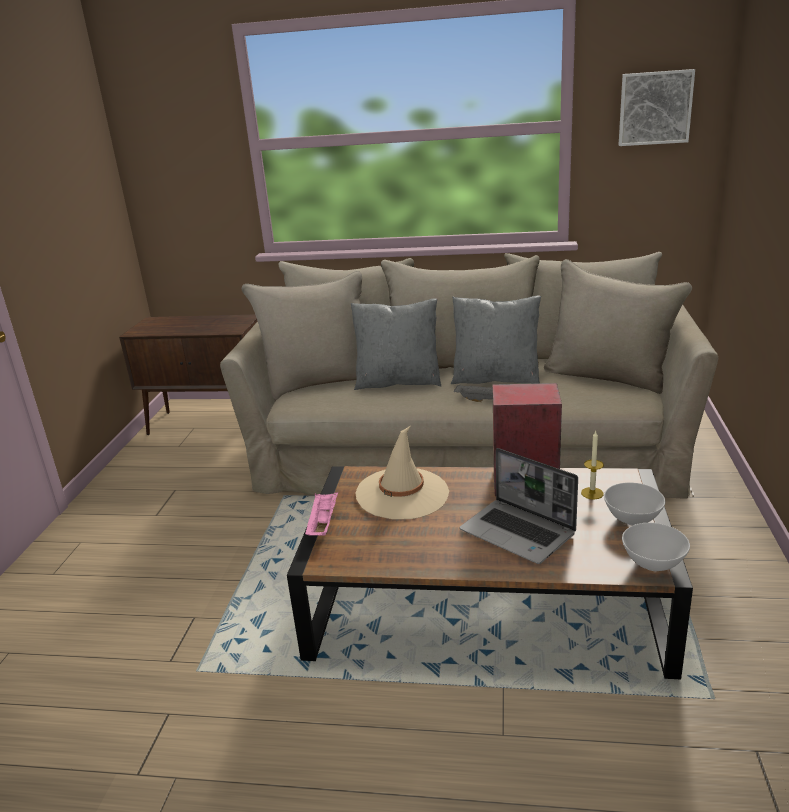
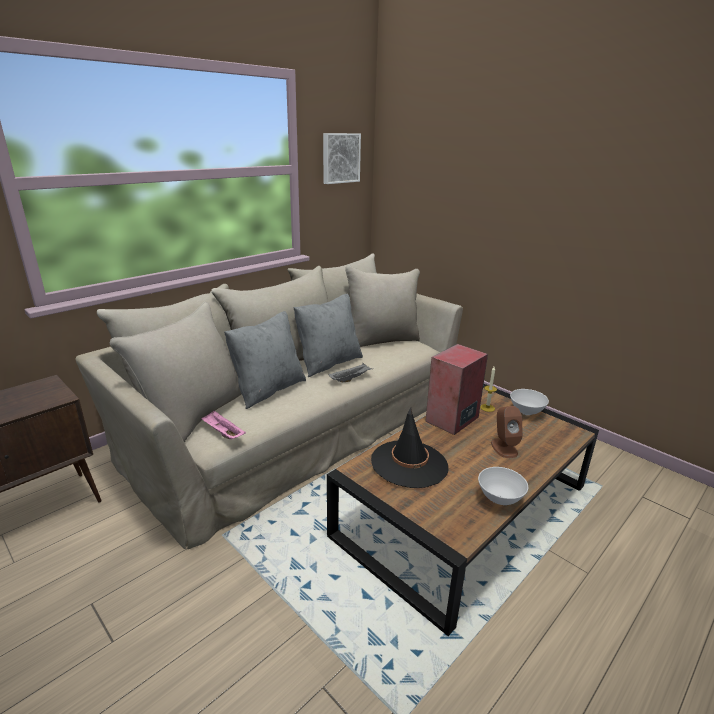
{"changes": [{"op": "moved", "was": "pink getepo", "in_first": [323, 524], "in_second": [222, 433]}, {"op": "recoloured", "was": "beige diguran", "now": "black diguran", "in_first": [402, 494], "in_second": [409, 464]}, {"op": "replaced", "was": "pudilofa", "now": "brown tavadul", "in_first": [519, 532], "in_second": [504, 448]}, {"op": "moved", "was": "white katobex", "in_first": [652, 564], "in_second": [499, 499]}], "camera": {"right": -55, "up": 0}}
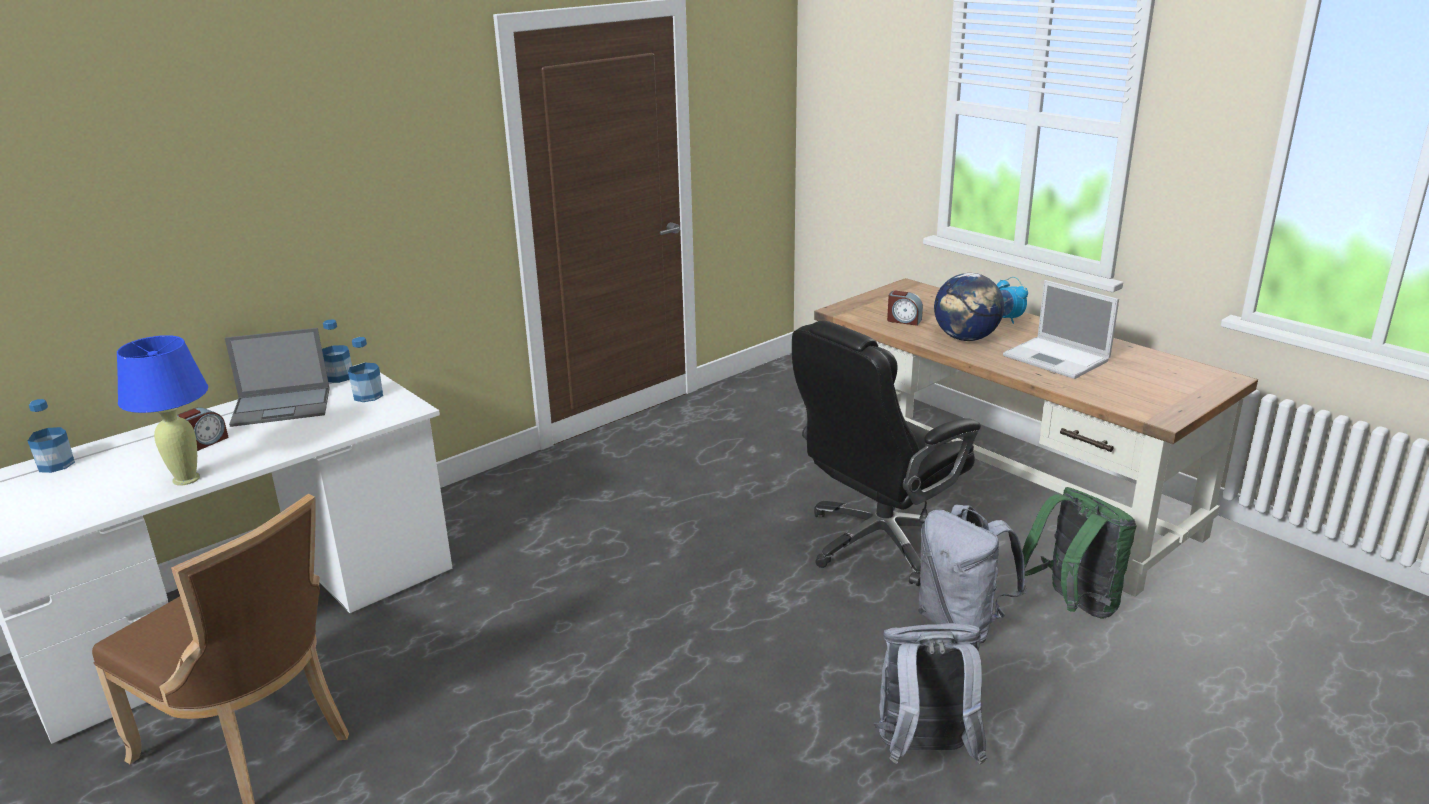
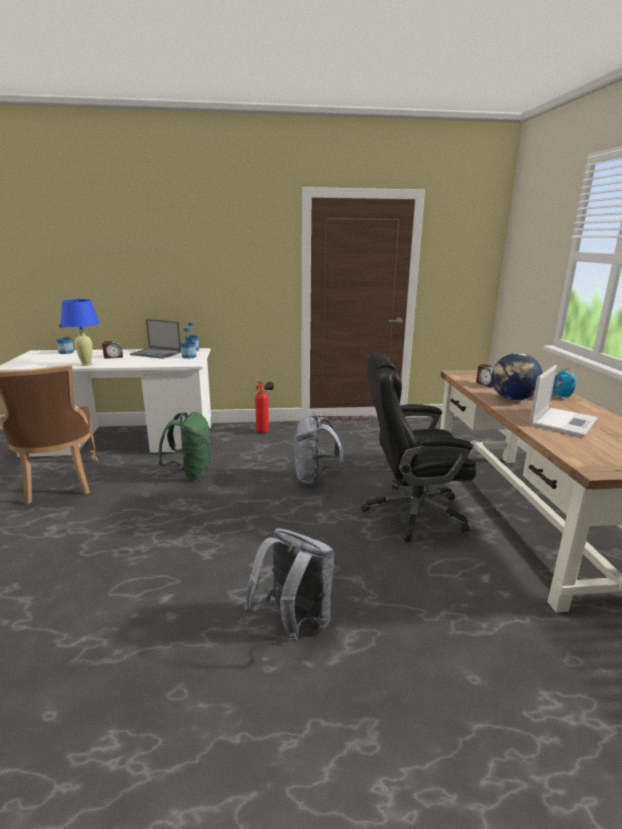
{"changes": [{"op": "moved", "was": "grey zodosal", "in_first": [961, 624], "in_second": [315, 479]}, {"op": "turned", "was": "pudilofa", "in_first": [1058, 358], "in_second": [563, 421], "clockwise": -135}, {"op": "moved", "was": "green zodosal", "in_first": [1072, 605], "in_second": [190, 473]}, {"op": "added", "now": "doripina", "in_second": [264, 431]}], "camera": {"right": 35, "up": -5}}
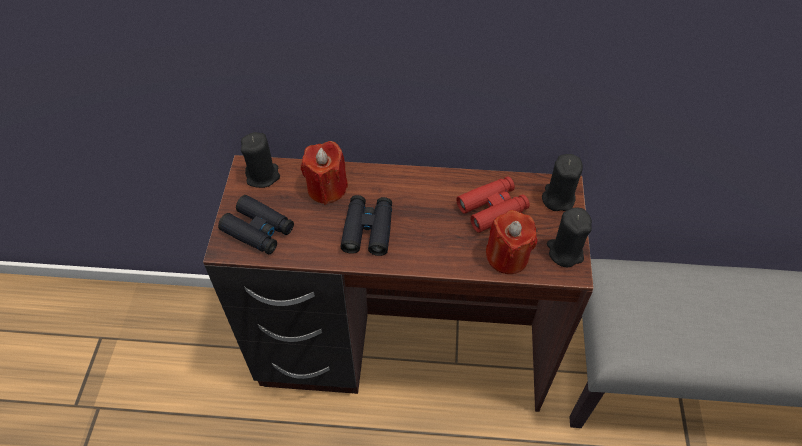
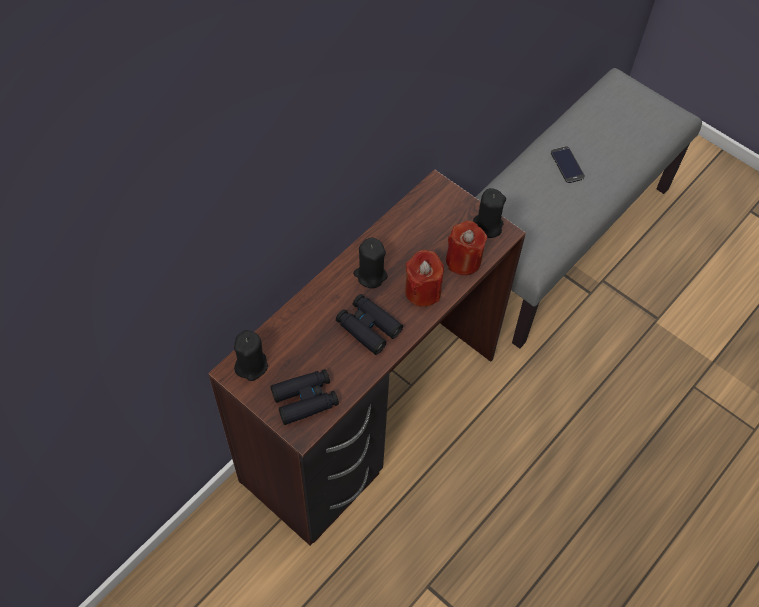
{"changes": [{"op": "moved", "was": "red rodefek", "in_first": [327, 188], "in_second": [422, 291]}, {"op": "removed", "was": "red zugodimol", "in_first": [492, 208]}, {"op": "moved", "was": "black rodefek", "in_first": [558, 198], "in_second": [370, 275]}, {"op": "added", "now": "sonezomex", "in_second": [567, 165]}], "camera": {"right": -55, "up": 5}}
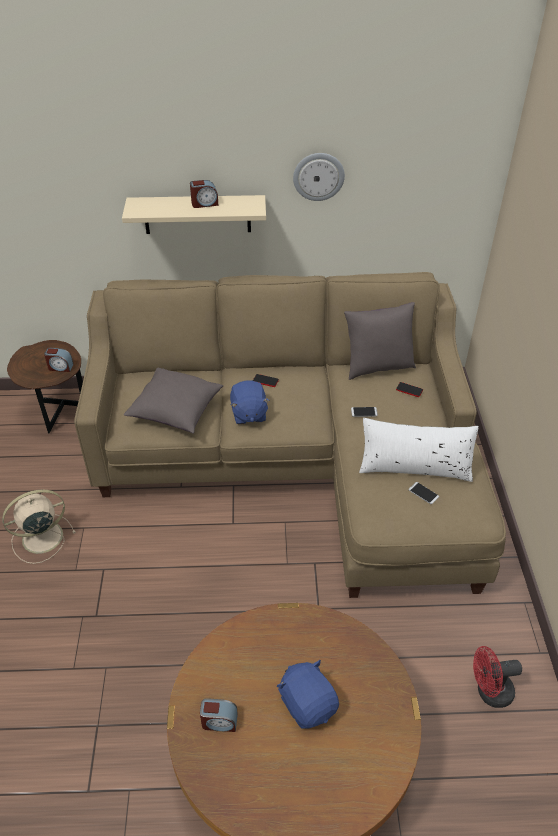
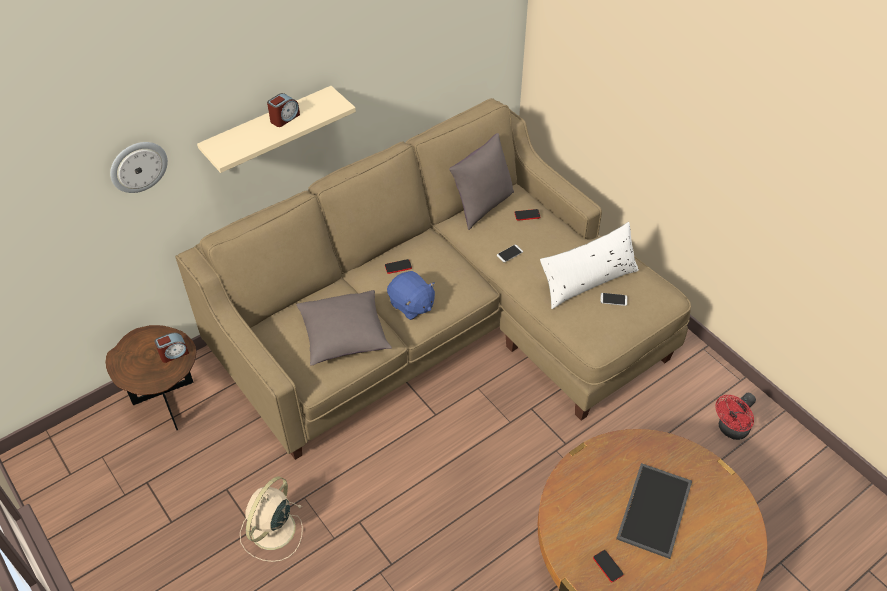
{"changes": [{"op": "replaced", "was": "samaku", "now": "sonezomex", "in_first": [219, 722], "in_second": [608, 566]}, {"op": "replaced", "was": "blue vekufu", "now": "getepo", "in_first": [308, 703], "in_second": [656, 511]}, {"op": "moved", "was": "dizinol", "in_first": [318, 176], "in_second": [138, 166]}], "camera": {"right": -35, "up": 5}}
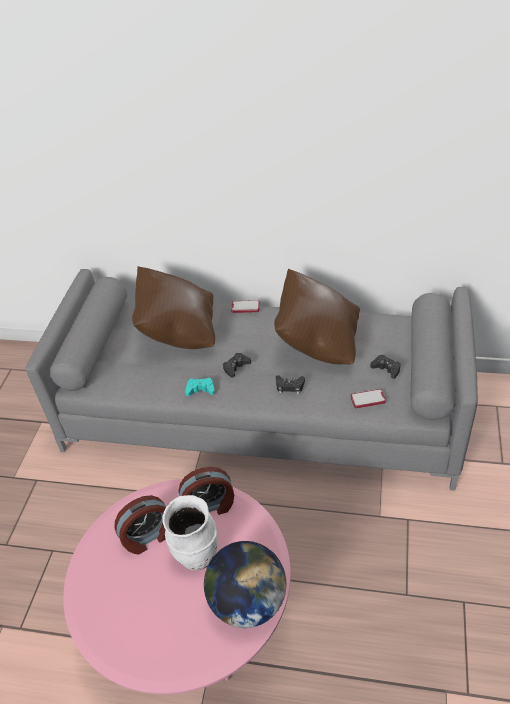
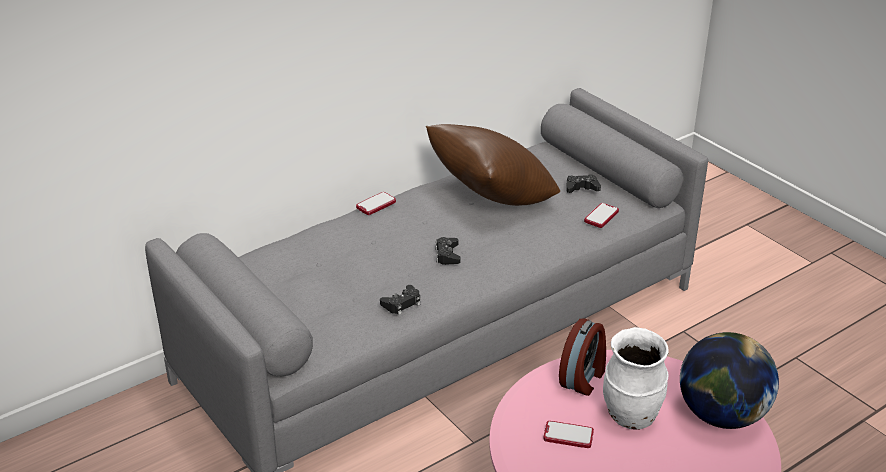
{"changes": [{"op": "replaced", "was": "samaku", "now": "sonezomex", "in_first": [148, 537], "in_second": [568, 436]}, {"op": "removed", "was": "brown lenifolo", "in_first": [179, 332]}, {"op": "removed", "was": "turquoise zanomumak", "in_first": [200, 389]}, {"op": "moved", "was": "black zanomumak", "in_first": [289, 386], "in_second": [402, 304]}], "camera": {"right": -50, "up": -10}}
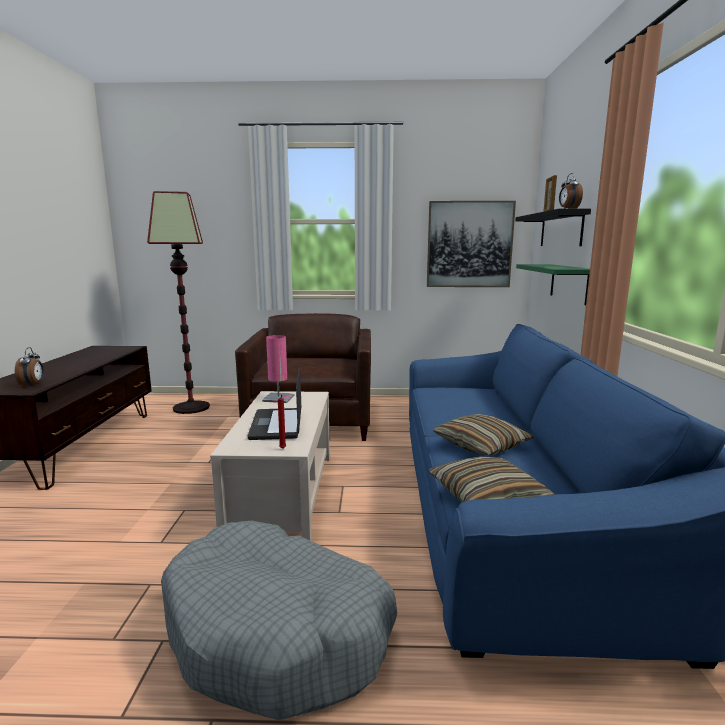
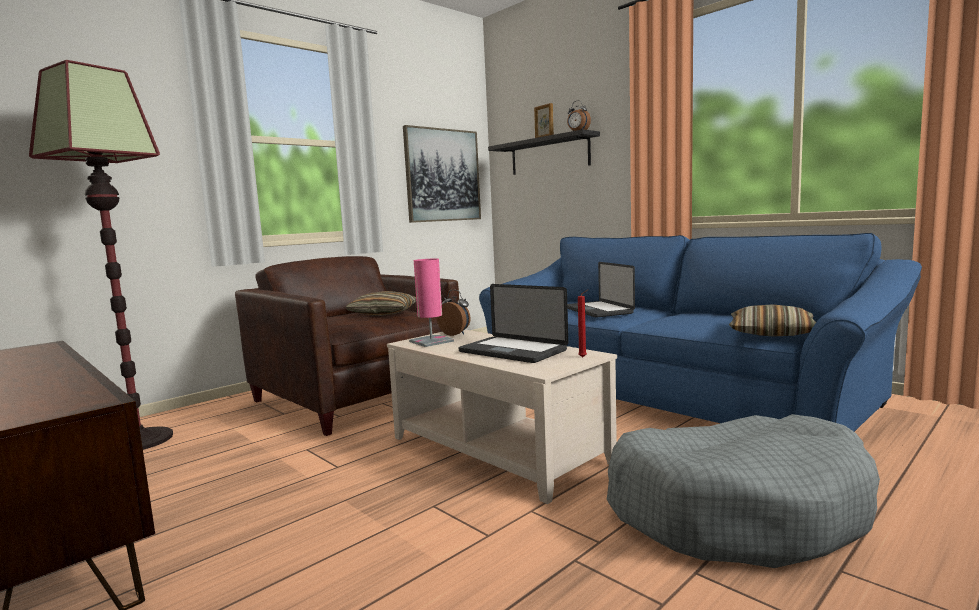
{"changes": [{"op": "moved", "was": "samaku", "in_first": [33, 384], "in_second": [456, 334]}, {"op": "moved", "was": "lenifolo", "in_first": [481, 445], "in_second": [384, 313]}, {"op": "removed", "was": "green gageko", "in_first": [569, 283]}, {"op": "added", "now": "pudilofa", "in_second": [598, 310]}], "camera": {"right": -45, "up": -5}}
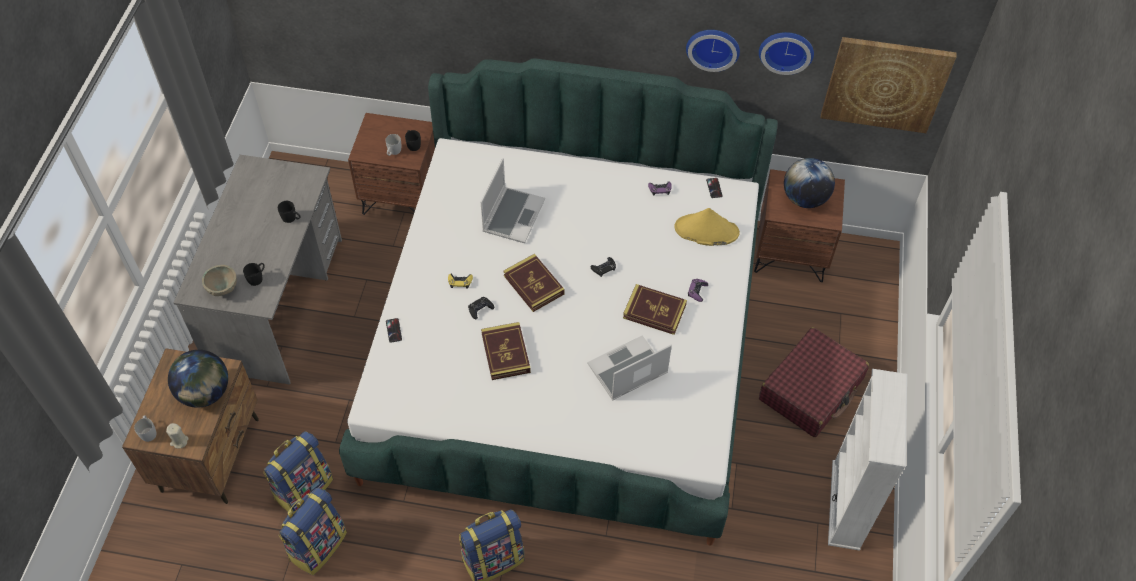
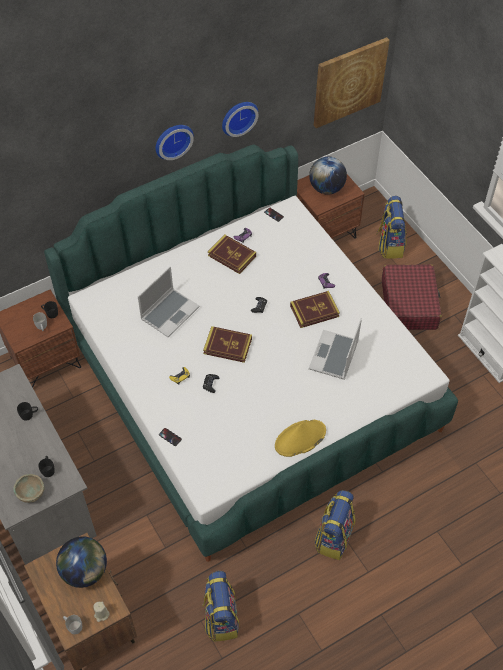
{"changes": [{"op": "moved", "was": "zodosal", "in_first": [303, 488], "in_second": [389, 244]}, {"op": "turned", "was": "pudilofa", "in_first": [513, 215], "in_second": [170, 312], "clockwise": 60}, {"op": "moved", "was": "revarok", "in_first": [505, 353], "in_second": [232, 256]}, {"op": "moved", "was": "yellow diguran", "in_first": [706, 230], "in_second": [300, 438]}, {"op": "moved", "was": "dizinol", "in_first": [786, 49], "in_second": [172, 139]}], "camera": {"right": -40, "up": 0}}
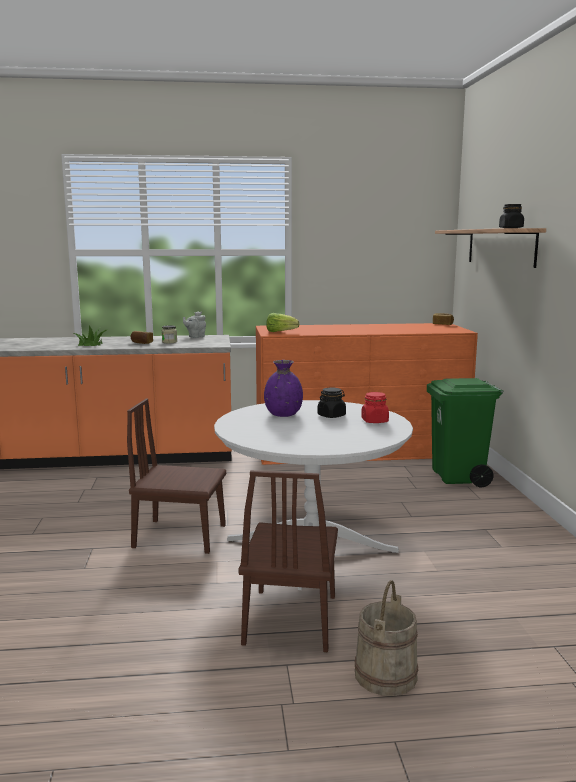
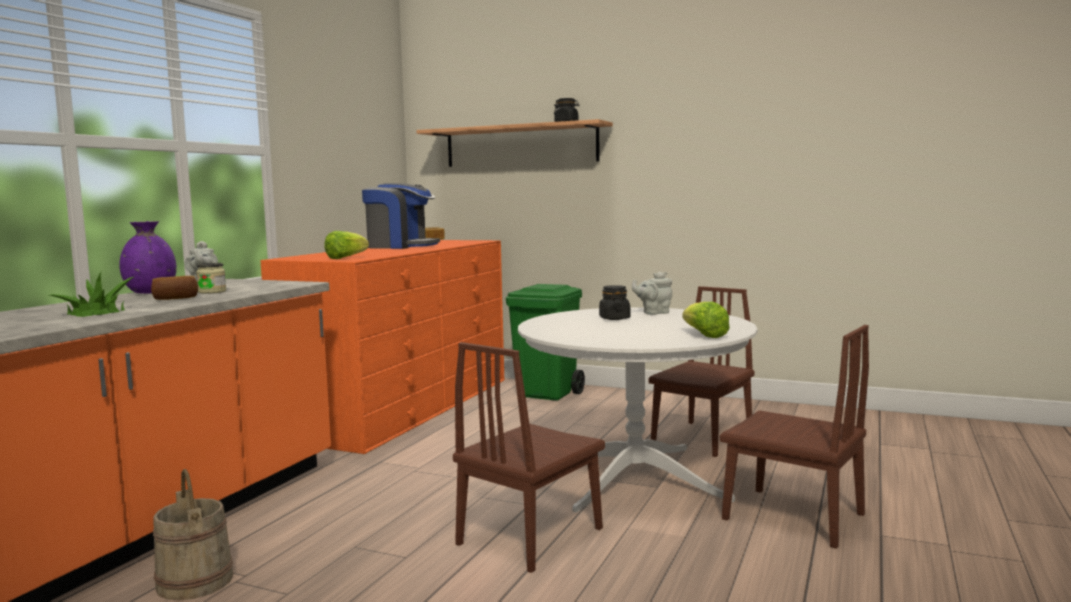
{"changes": [{"op": "moved", "was": "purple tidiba", "in_first": [283, 415], "in_second": [151, 292]}, {"op": "moved", "was": "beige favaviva", "in_first": [385, 674], "in_second": [194, 581]}, {"op": "replaced", "was": "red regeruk", "now": "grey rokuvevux", "in_first": [374, 421], "in_second": [654, 313]}, {"op": "added", "now": "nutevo", "in_second": [401, 246]}, {"op": "added", "now": "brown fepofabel", "in_second": [702, 438]}, {"op": "added", "now": "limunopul", "in_second": [704, 335]}], "camera": {"right": -60, "up": -5}}
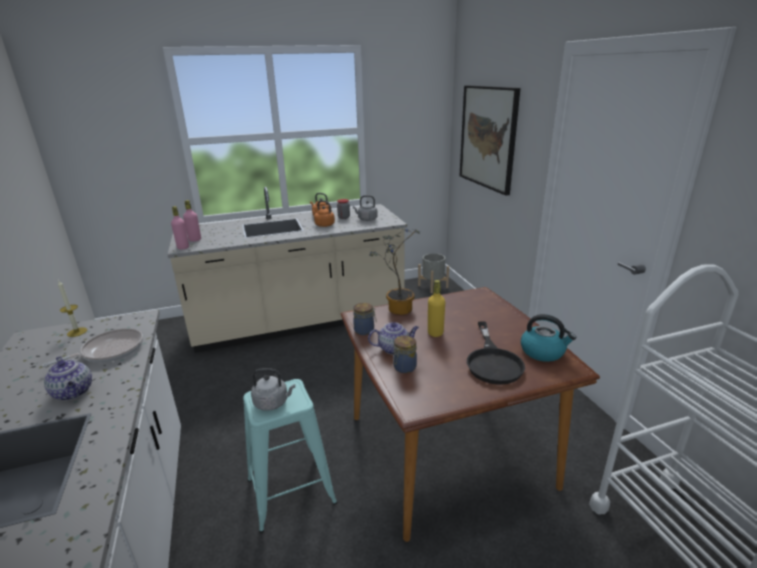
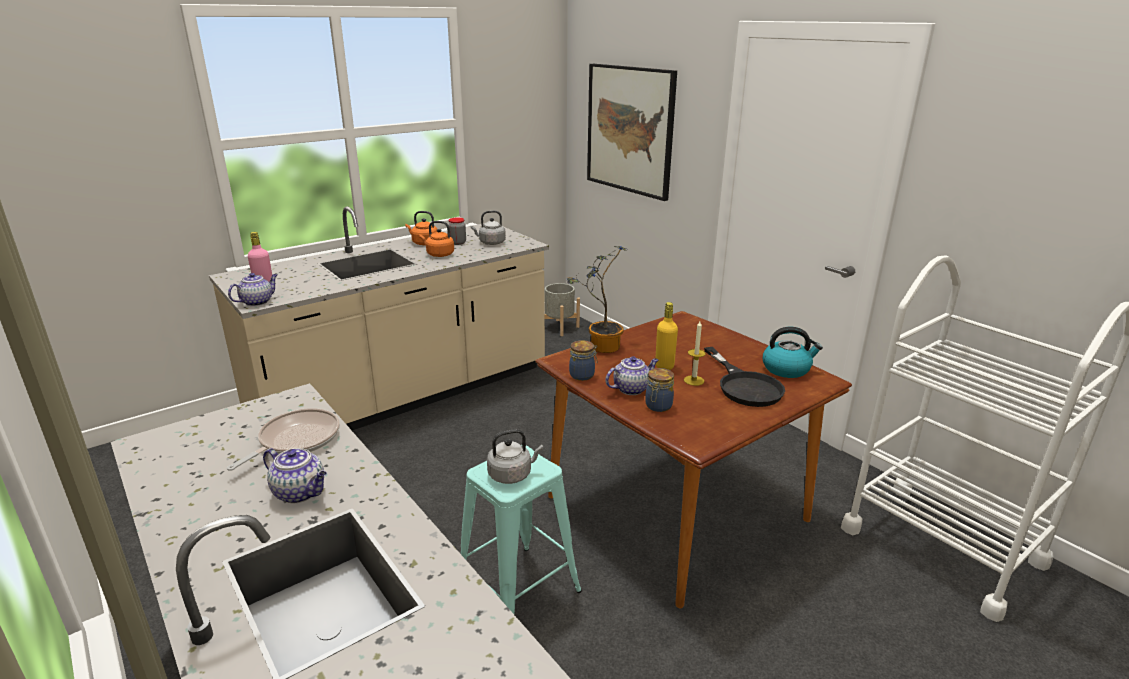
{"changes": [{"op": "moved", "was": "rodefek", "in_first": [77, 332], "in_second": [694, 380]}, {"op": "replaced", "was": "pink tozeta", "now": "rokuvevux", "in_first": [183, 247], "in_second": [257, 302]}], "camera": {"right": -20, "up": 0}}
